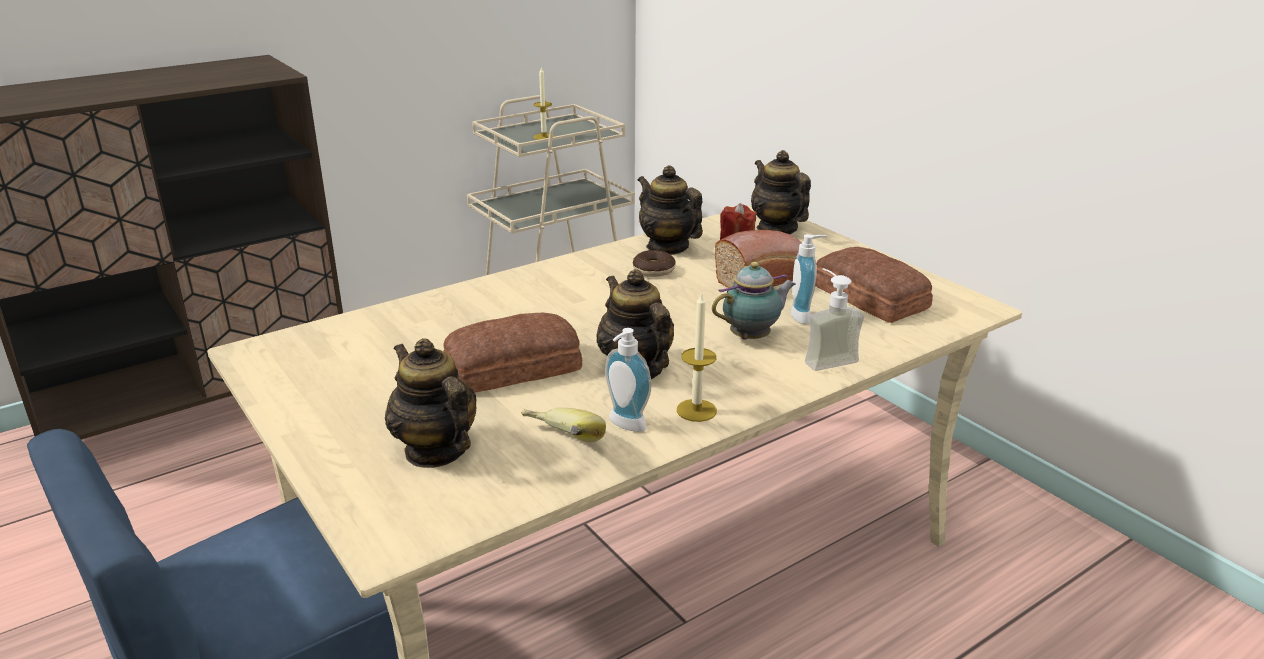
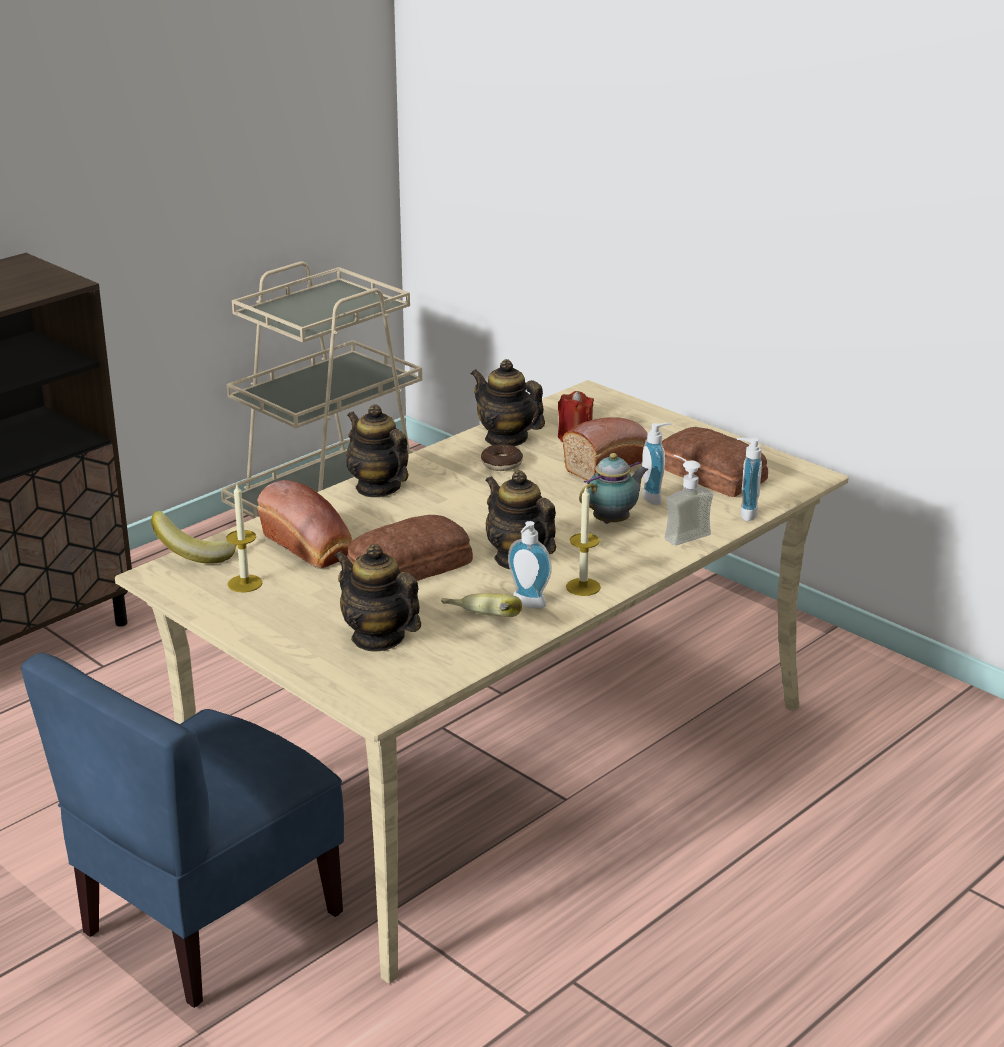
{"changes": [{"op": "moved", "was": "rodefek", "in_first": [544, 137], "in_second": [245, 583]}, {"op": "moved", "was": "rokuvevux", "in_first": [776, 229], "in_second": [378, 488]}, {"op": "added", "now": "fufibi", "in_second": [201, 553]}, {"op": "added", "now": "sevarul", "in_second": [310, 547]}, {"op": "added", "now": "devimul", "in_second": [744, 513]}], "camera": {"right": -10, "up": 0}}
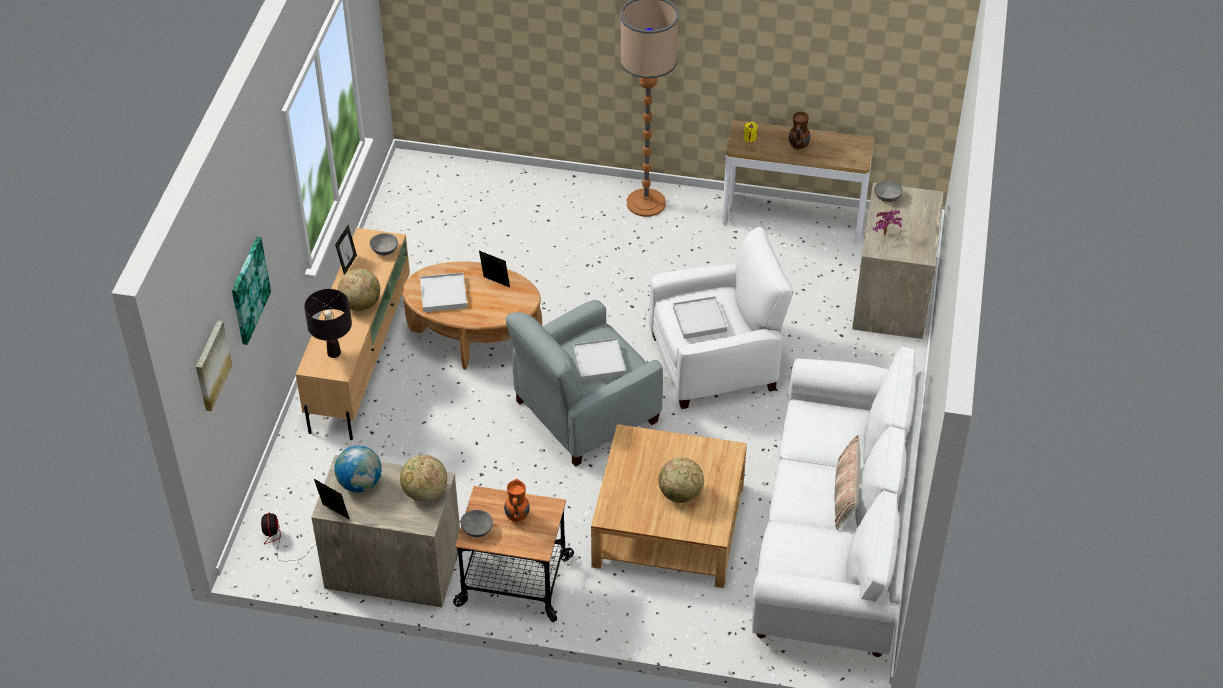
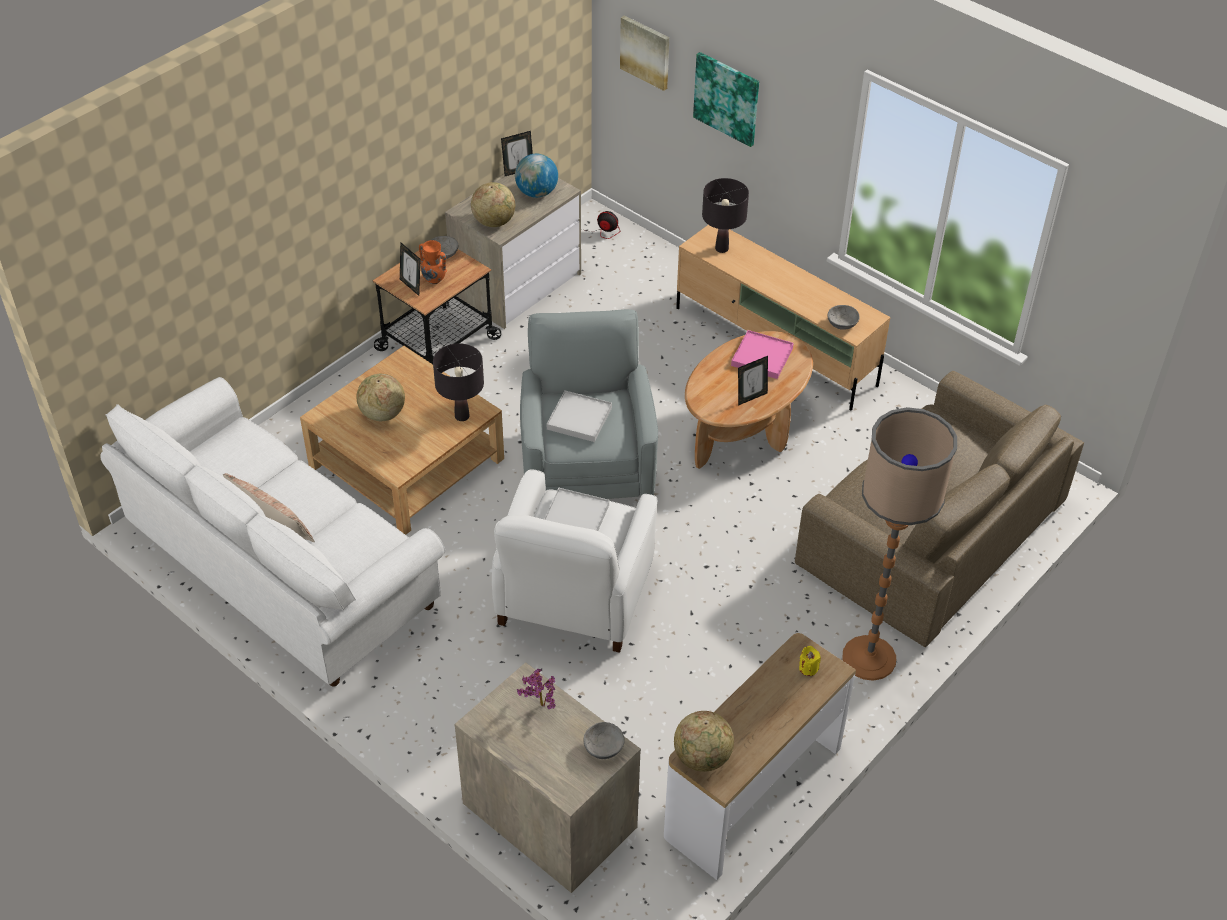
{"changes": [{"op": "moved", "was": "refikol", "in_first": [348, 264], "in_second": [411, 286]}, {"op": "moved", "was": "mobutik", "in_first": [361, 304], "in_second": [702, 757]}, {"op": "recoloured", "was": "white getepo", "now": "pink getepo", "in_first": [443, 294], "in_second": [762, 357]}, {"op": "removed", "was": "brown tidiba", "in_first": [798, 146]}, {"op": "added", "now": "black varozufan", "in_second": [462, 416]}, {"op": "added", "now": "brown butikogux", "in_second": [930, 533]}], "camera": {"right": 120, "up": 0}}
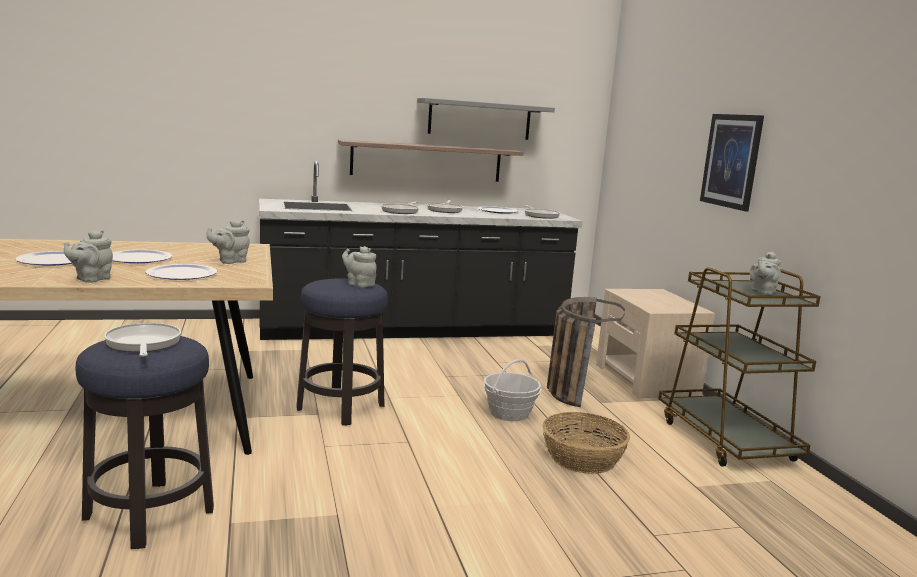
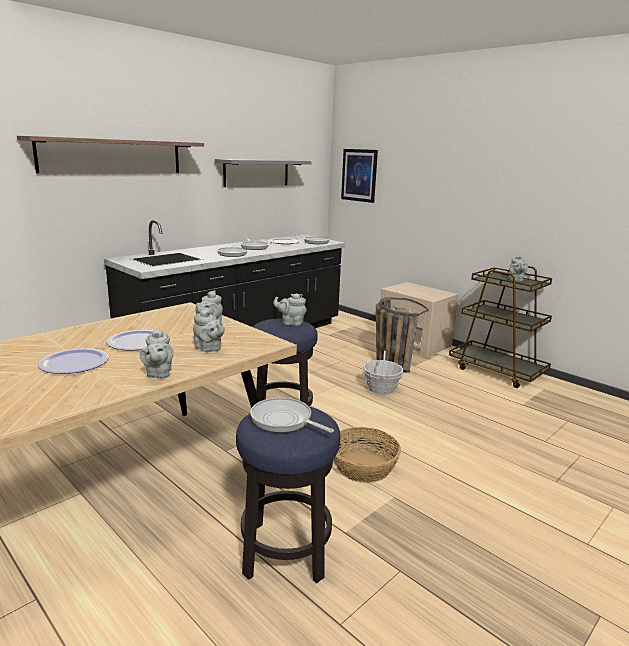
{"changes": [{"op": "replaced", "was": "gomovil", "now": "grey rokuvevux", "in_first": [181, 274], "in_second": [209, 349]}, {"op": "moved", "was": "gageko", "in_first": [426, 161], "in_second": [112, 156]}, {"op": "moved", "was": "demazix", "in_first": [581, 458], "in_second": [363, 467]}, {"op": "moved", "was": "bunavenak", "in_first": [731, 161], "in_second": [359, 175]}], "camera": {"right": -30, "up": 5}}
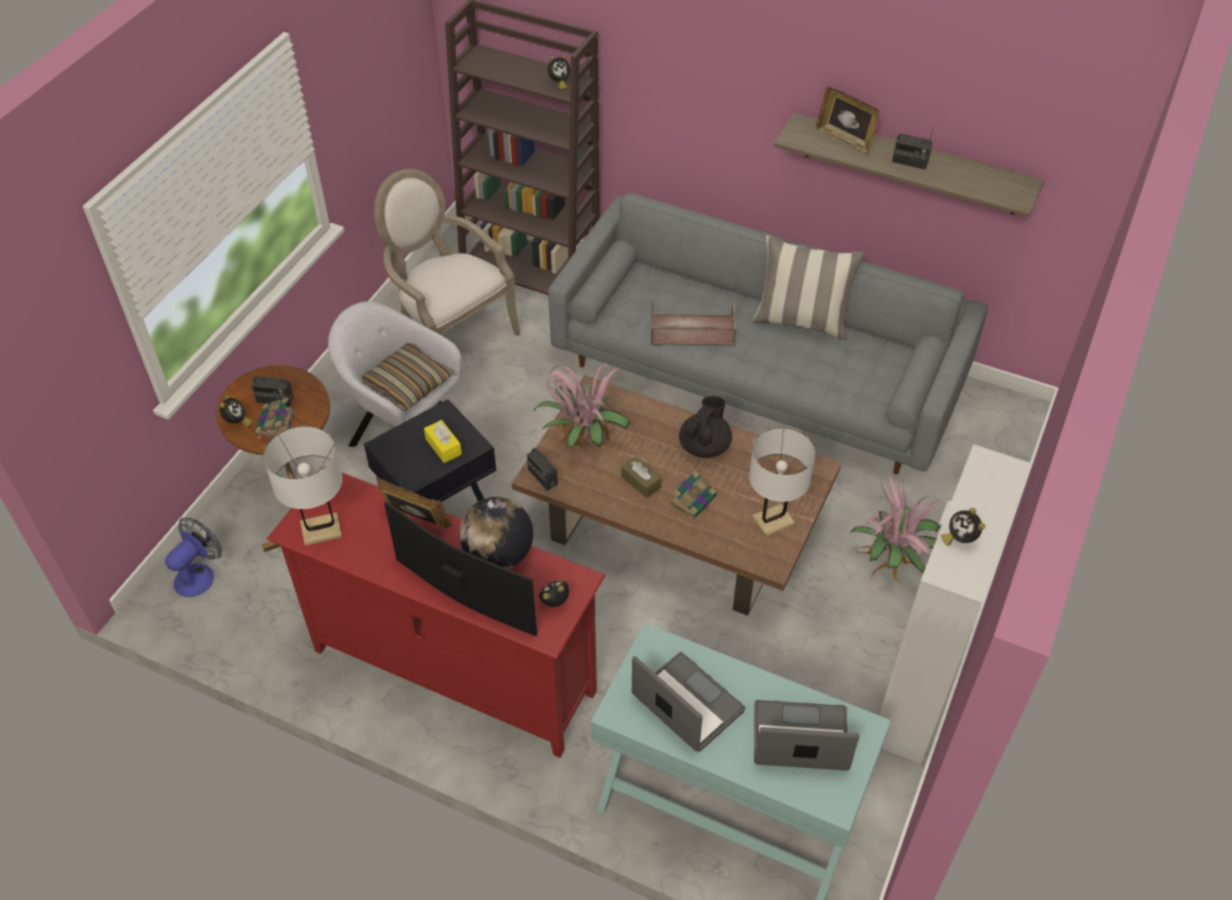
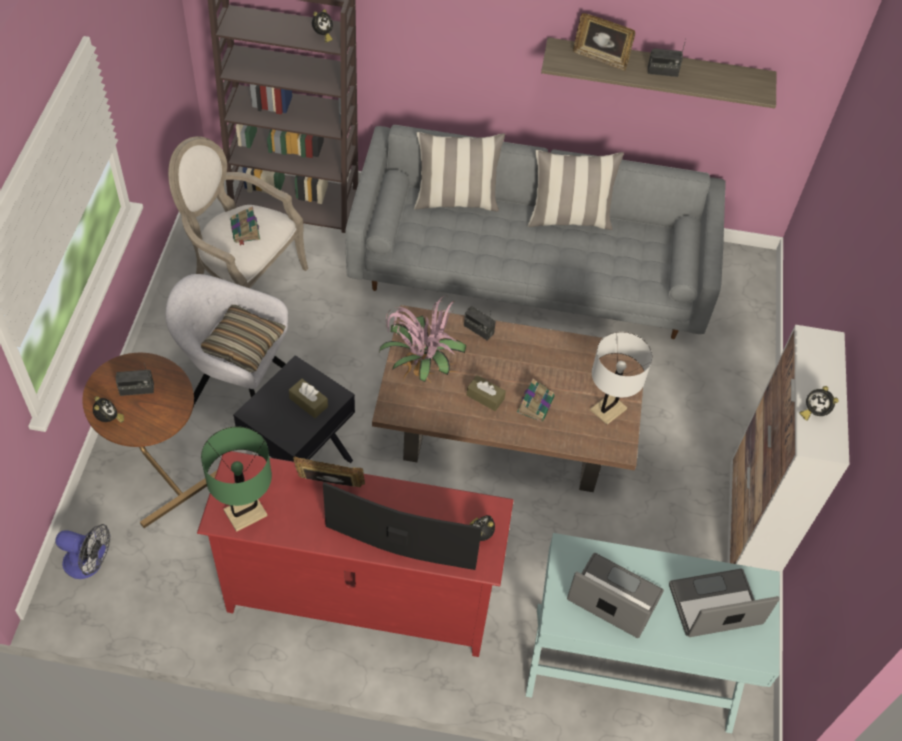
{"changes": [{"op": "turned", "was": "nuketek", "in_first": [199, 574], "in_second": [89, 564], "clockwise": 90}, {"op": "moved", "was": "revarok", "in_first": [275, 425], "in_second": [245, 231]}, {"op": "recoloured", "was": "white varozufan", "now": "green varozufan", "in_first": [321, 530], "in_second": [245, 513]}, {"op": "recoloured", "was": "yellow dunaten", "now": "brown dunaten", "in_first": [443, 446], "in_second": [308, 402]}, {"op": "removed", "was": "mobutik", "in_first": [498, 555]}, {"op": "moved", "was": "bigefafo", "in_first": [542, 477], "in_second": [478, 330]}, {"op": "removed", "was": "brown getepo", "in_first": [691, 331]}, {"op": "removed", "was": "black rokuvevux", "in_first": [705, 446]}, {"op": "removed", "was": "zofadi", "in_first": [892, 564]}, {"op": "added", "now": "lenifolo", "in_second": [456, 200]}], "camera": {"right": -20, "up": 5}}
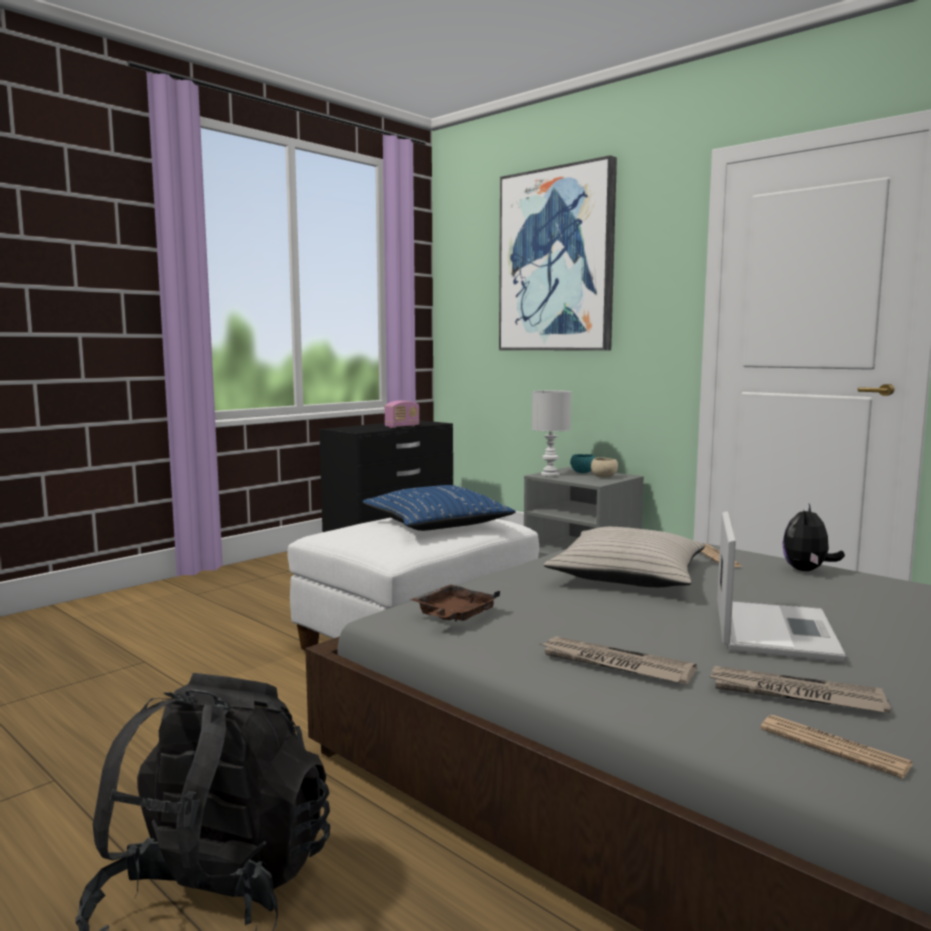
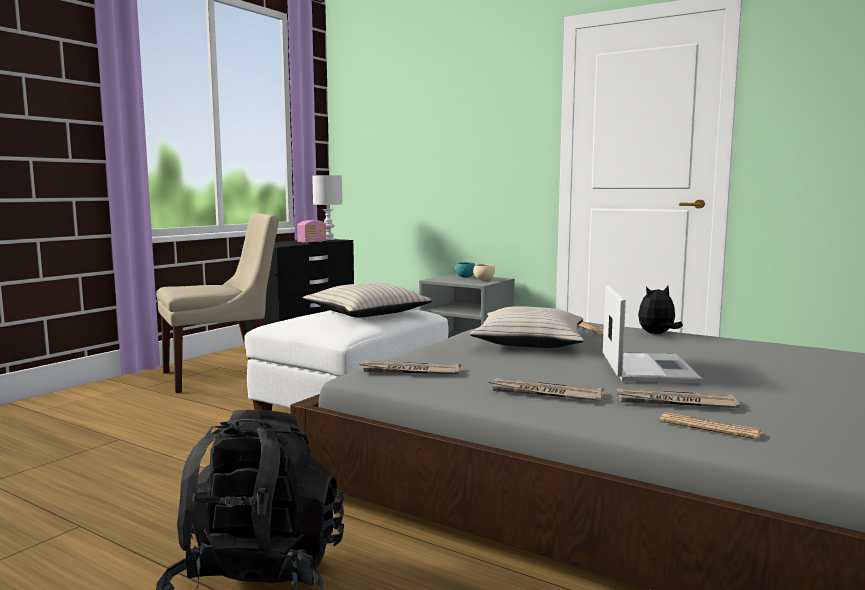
{"changes": [{"op": "recoloured", "was": "blue lenifolo", "now": "beige lenifolo", "in_first": [437, 523], "in_second": [368, 313]}, {"op": "replaced", "was": "brown getepo", "now": "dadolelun", "in_first": [454, 615], "in_second": [410, 371]}, {"op": "removed", "was": "bunavenak", "in_first": [556, 261]}, {"op": "moved", "was": "white varozufan", "in_first": [550, 475], "in_second": [328, 239]}, {"op": "turned", "was": "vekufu", "in_first": [807, 570], "in_second": [657, 334], "clockwise": 45}, {"op": "added", "now": "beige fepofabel", "in_second": [222, 375]}], "camera": {"right": -10, "up": 0}}
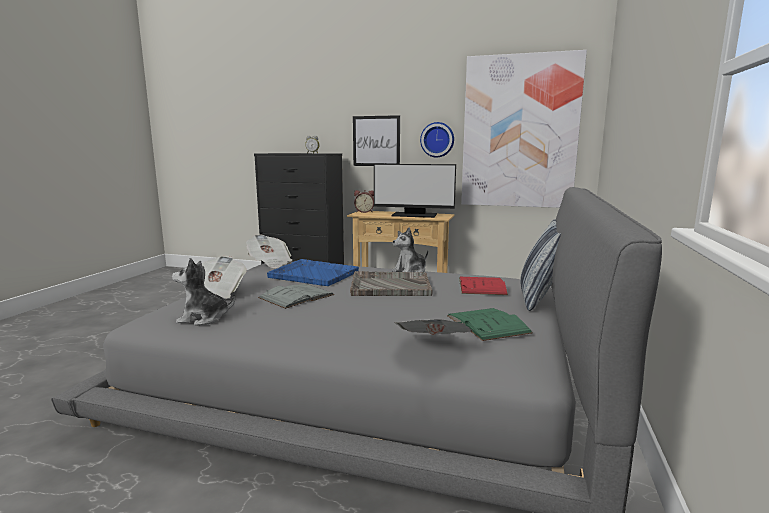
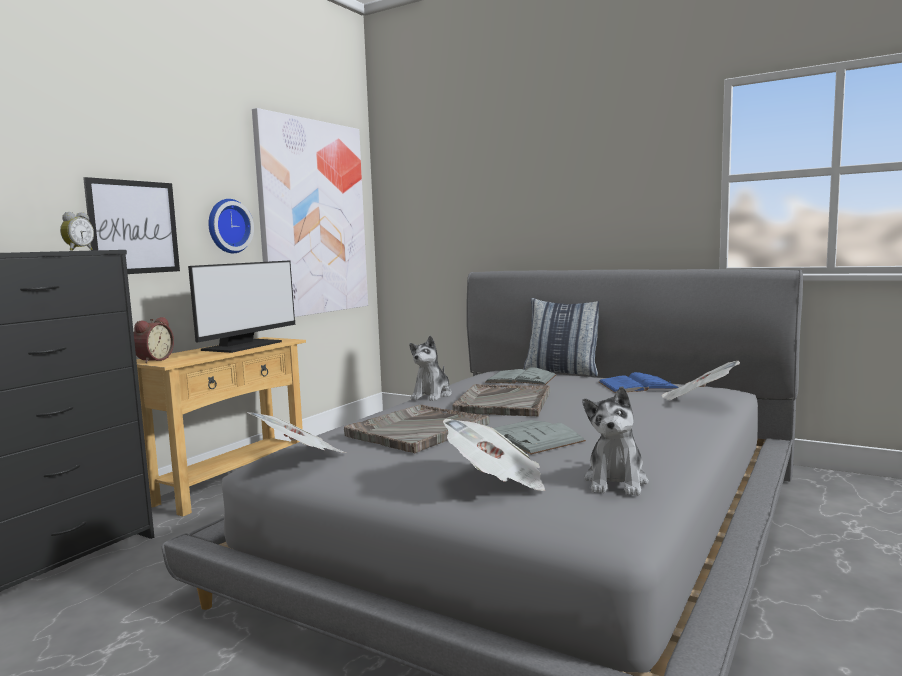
{"changes": [{"op": "recoloured", "was": "blue getepo", "now": "grey getepo", "in_first": [313, 274], "in_second": [416, 430]}, {"op": "turned", "was": "vekufu", "in_first": [410, 271], "in_second": [432, 395], "clockwise": 45}, {"op": "recoloured", "was": "green revarok", "now": "blue revarok", "in_first": [487, 324], "in_second": [637, 385]}, {"op": "recoloured", "was": "red revarok", "now": "grey revarok", "in_first": [481, 286], "in_second": [521, 378]}], "camera": {"right": -75, "up": -5}}
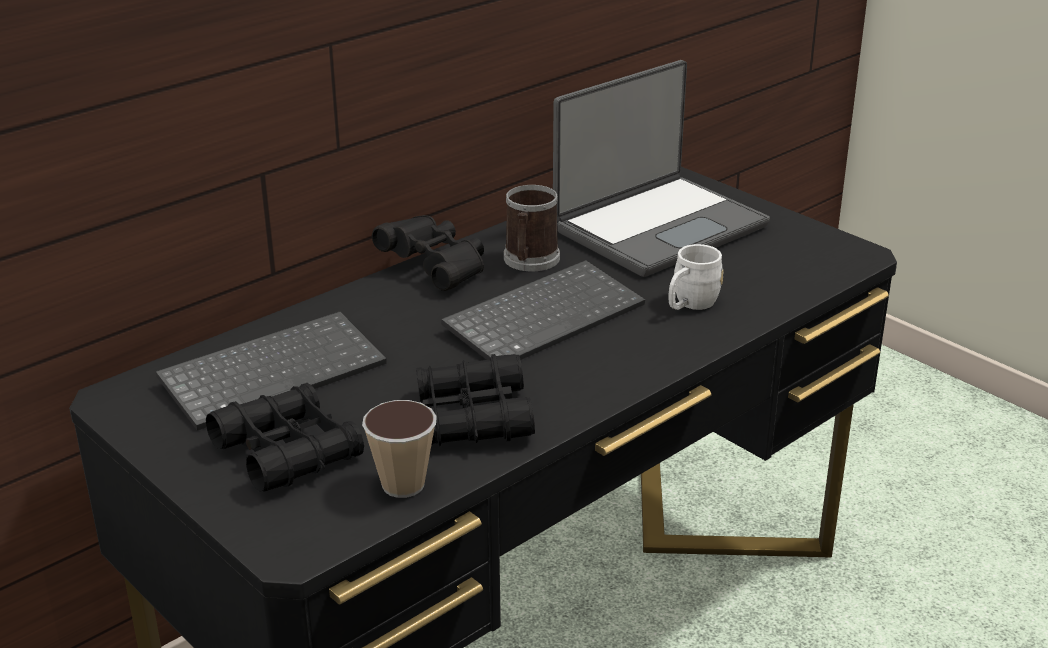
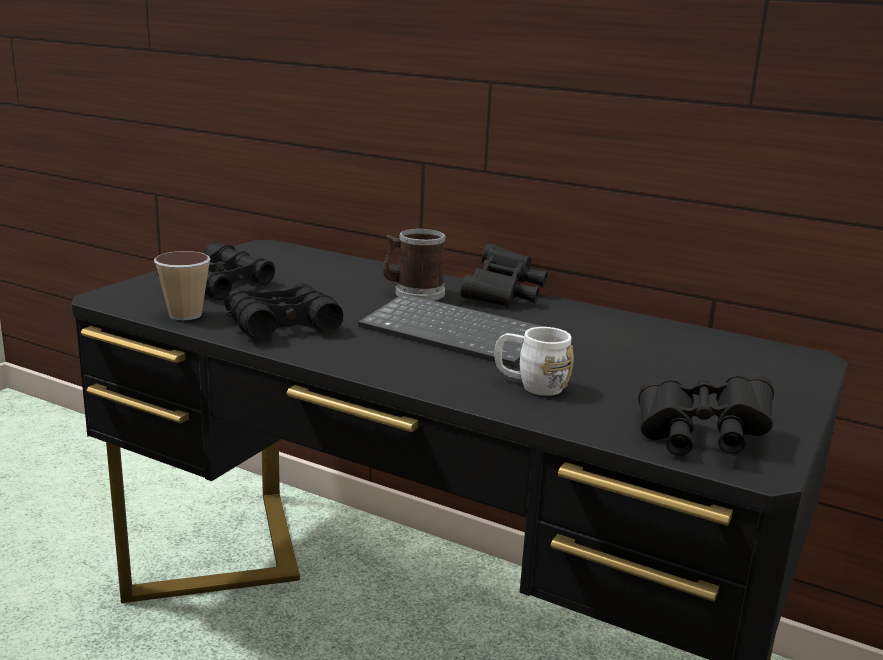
{"changes": [{"op": "removed", "was": "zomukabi", "in_first": [274, 371]}, {"op": "moved", "was": "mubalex", "in_first": [529, 261], "in_second": [414, 293]}, {"op": "removed", "was": "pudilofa", "in_first": [658, 227]}, {"op": "added", "now": "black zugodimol", "in_second": [700, 438]}], "camera": {"right": 70, "up": -10}}
